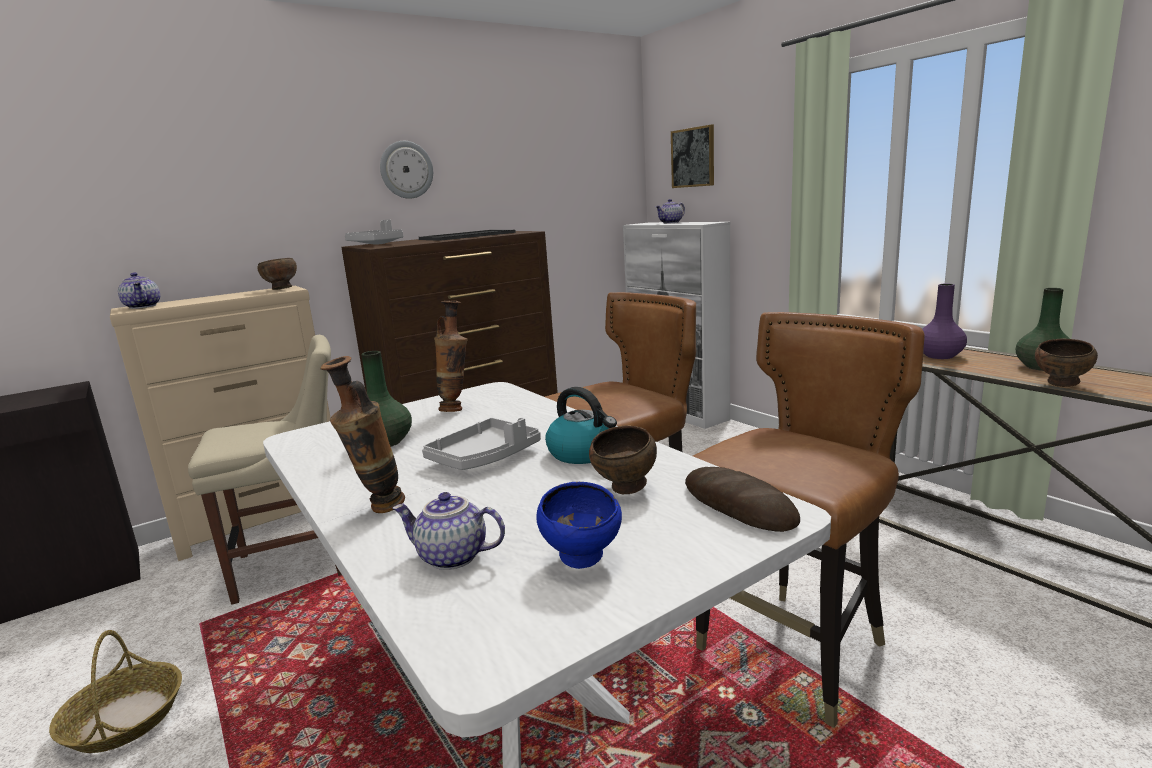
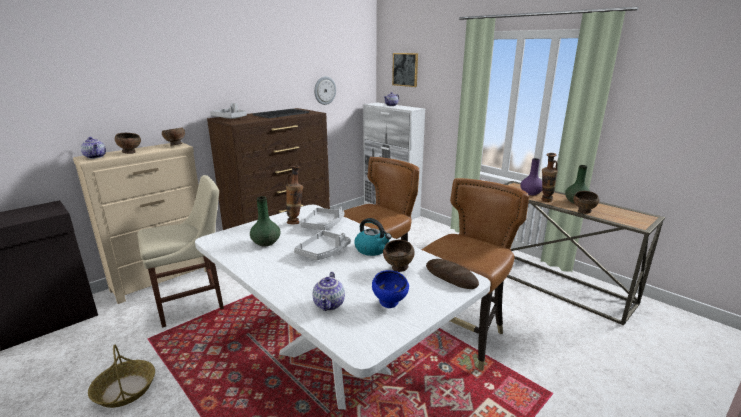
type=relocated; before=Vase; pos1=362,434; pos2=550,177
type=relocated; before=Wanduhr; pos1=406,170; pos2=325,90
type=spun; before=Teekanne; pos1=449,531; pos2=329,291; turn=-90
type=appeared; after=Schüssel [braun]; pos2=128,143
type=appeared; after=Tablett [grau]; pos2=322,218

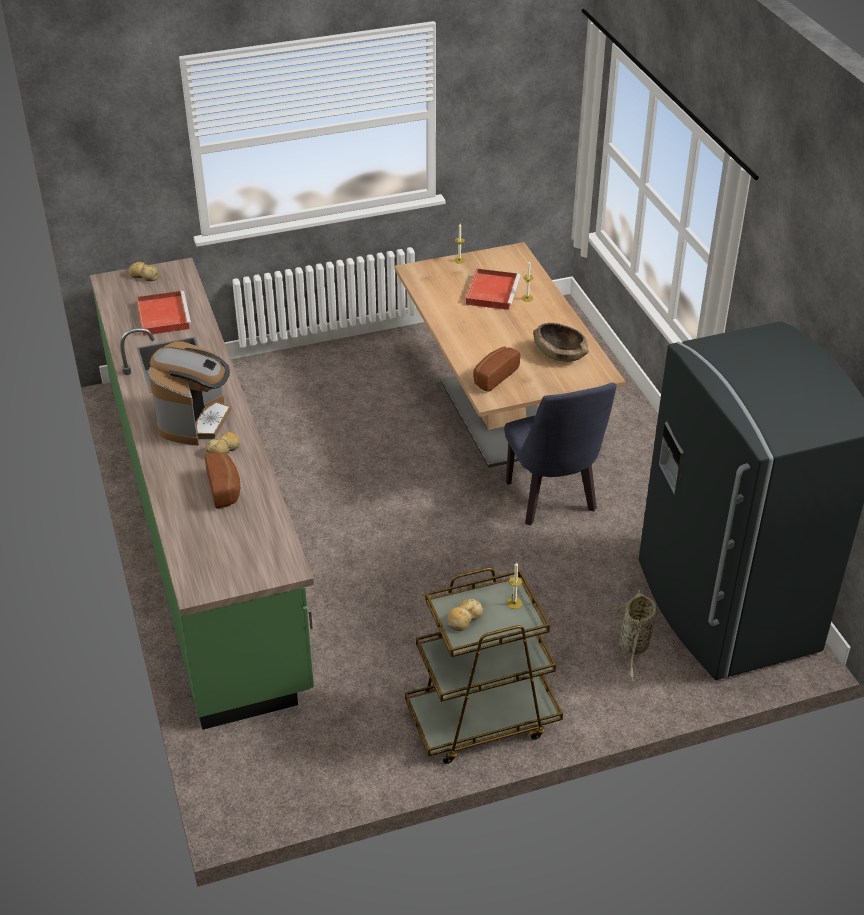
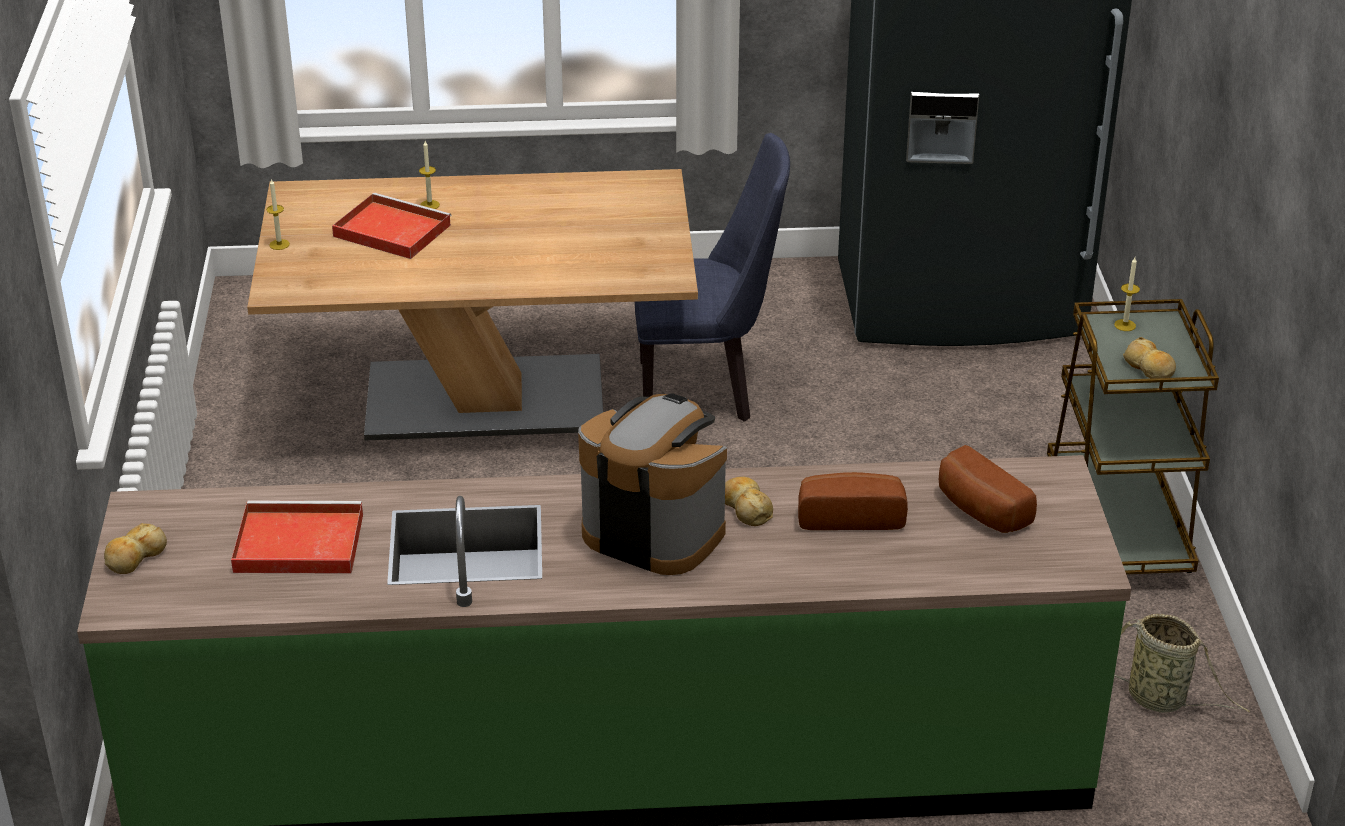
type=relocated; before=Brot; pos1=496,369; pos2=988,489
type=missing; before=Schüssel [braun]; pos1=561,342
type=relocated; before=Korb; pos1=636,636; pos2=1182,663

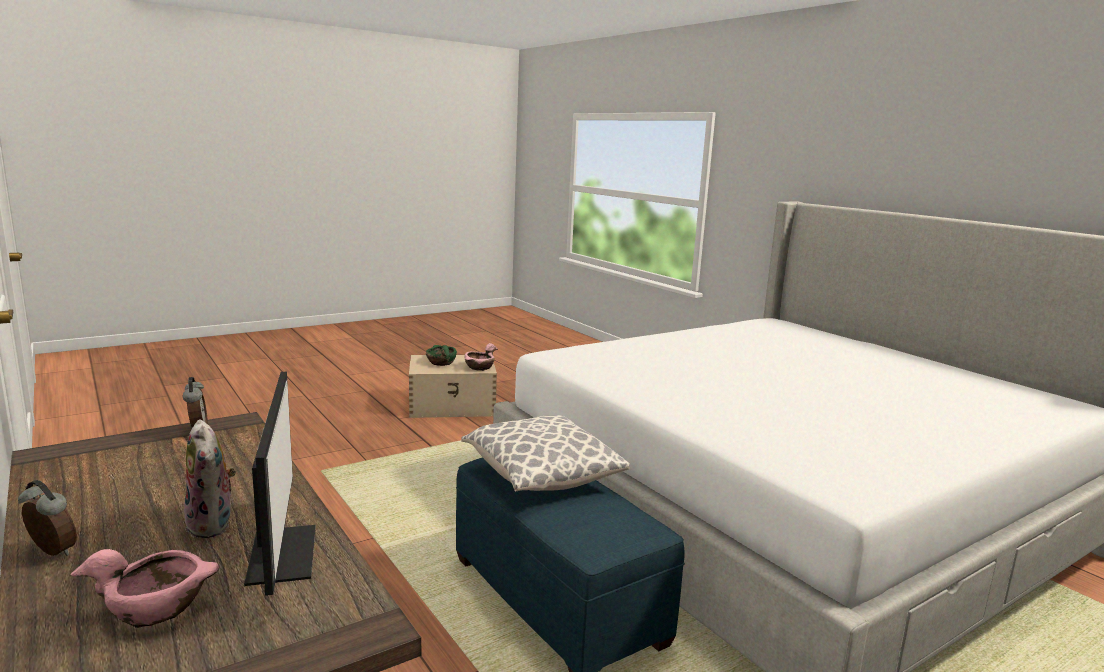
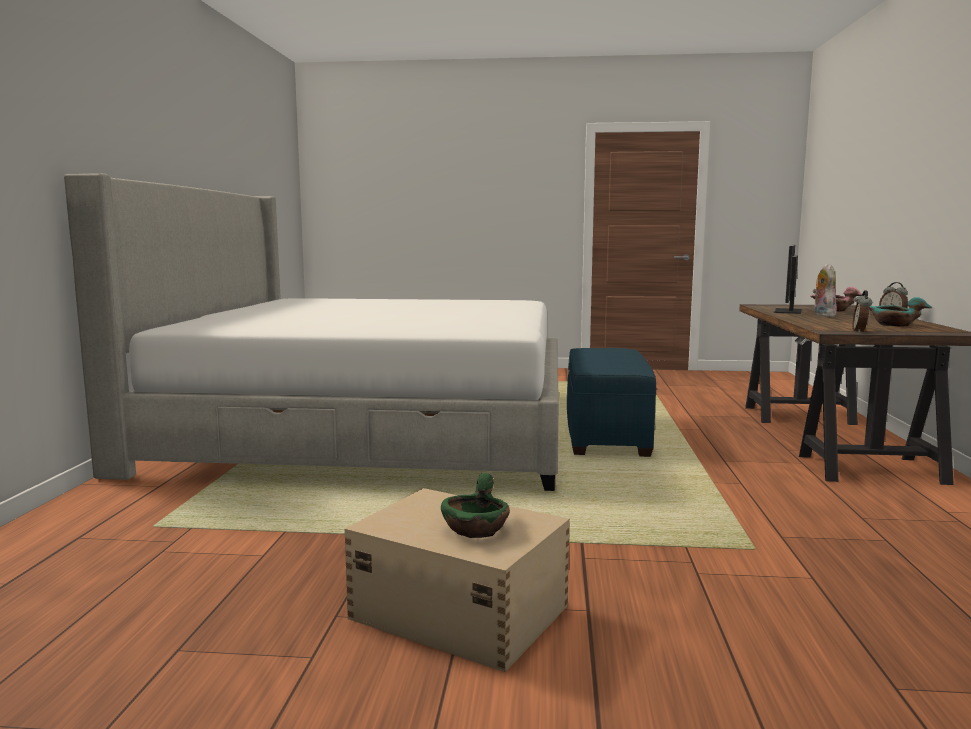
type=missing; before=Kissen; pos1=545,453
type=missing; before=Schüssel [rosa]; pos1=481,357
type=appeared; after=Schüssel [türkis]; pos2=900,311

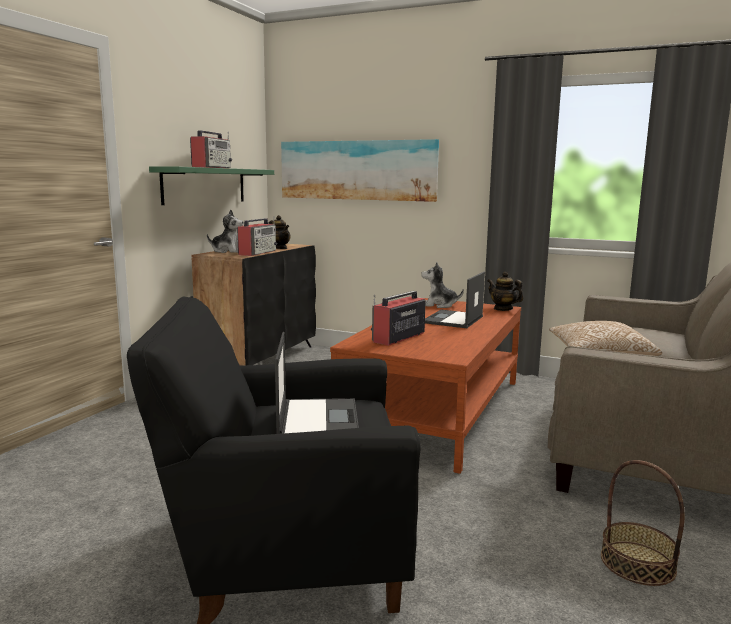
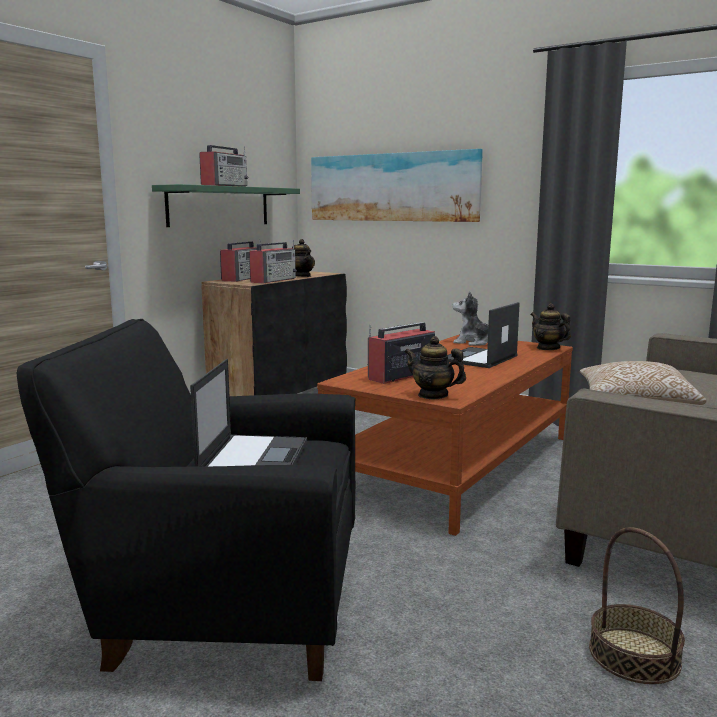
type=exchanged; before=Plüschtier; after=Radio; pos1=225,231; pos2=241,261
type=appeared; after=Teekanne; pos2=435,367

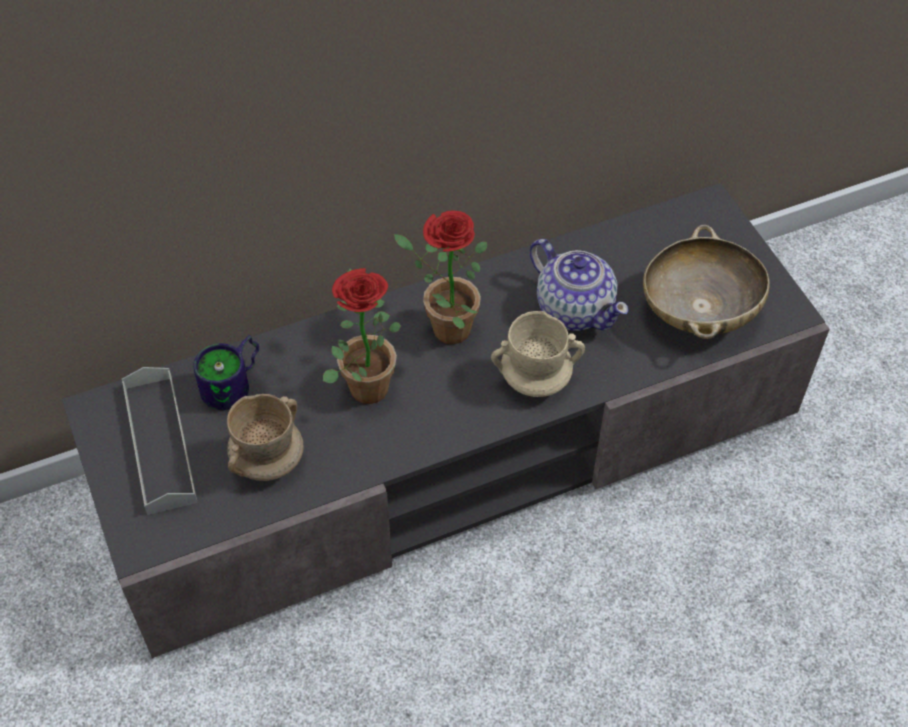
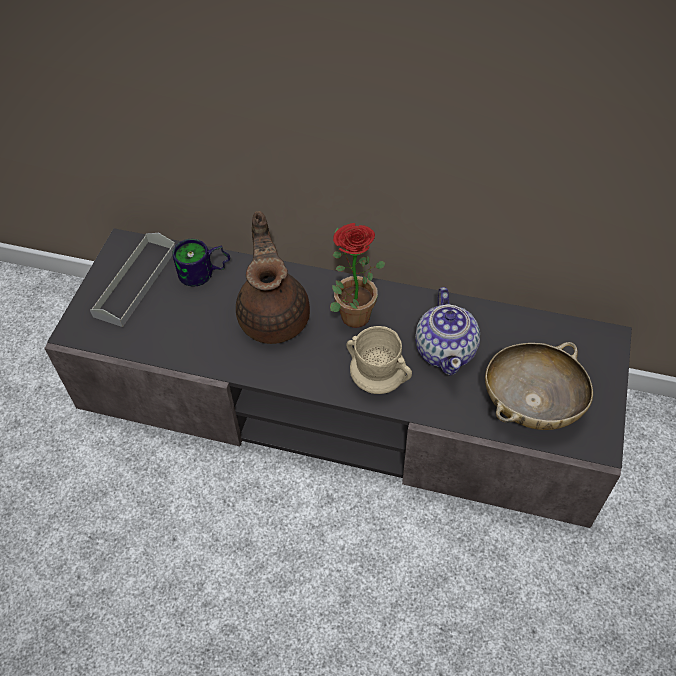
type=missing; before=Henkelbecher [beige]; pos1=265,437
type=exchanged; before=Topfpflanze; after=Teekanne [braun]; pos1=362,336; pos2=273,277

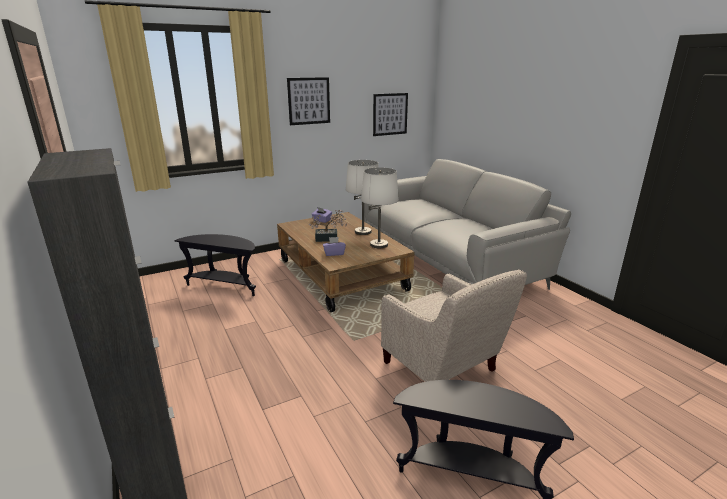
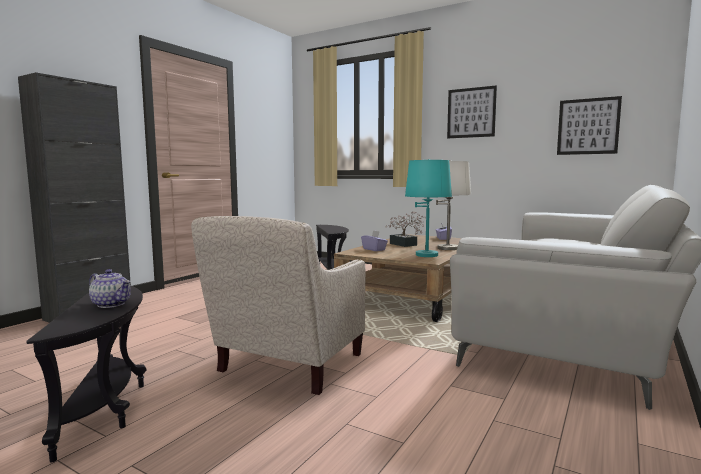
type=colour; before=Tischlampe [weiß]; after=Tischlampe [türkis]; pos1=380,207; pos2=428,208
type=appeared; after=Teekanne; pos2=110,288

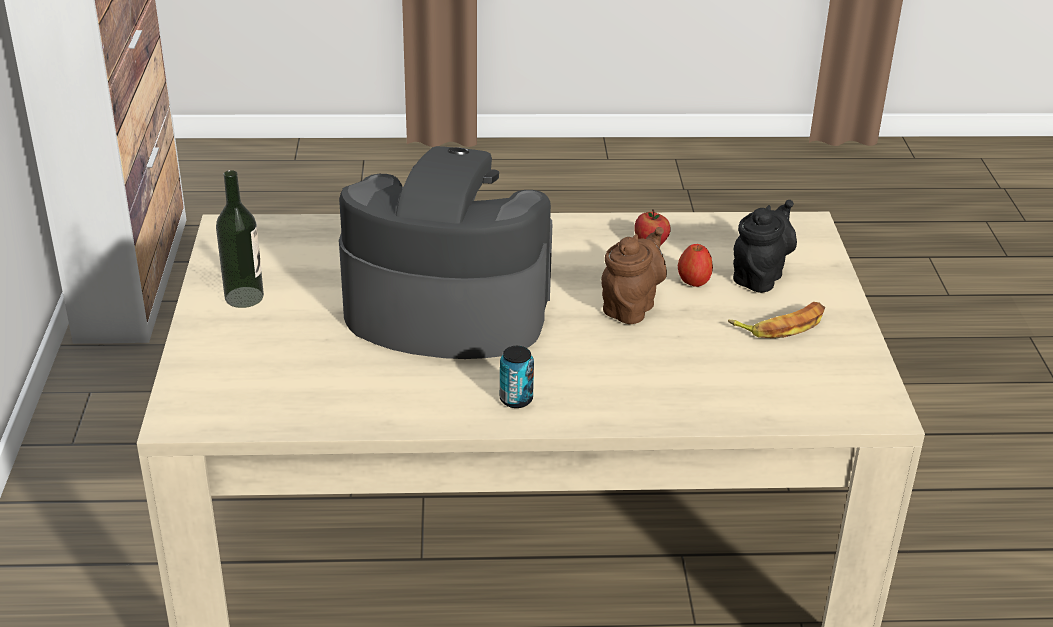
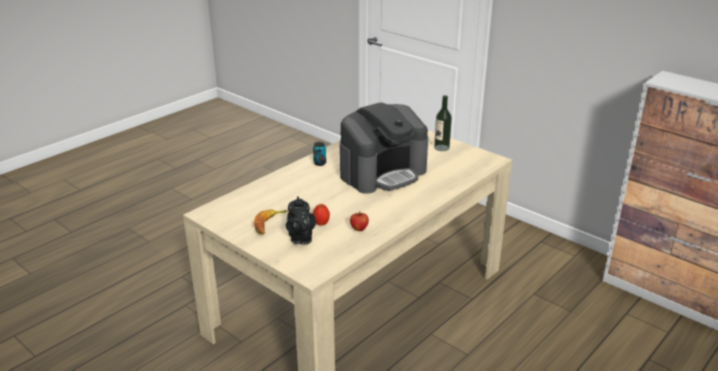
type=missing; before=Teekanne [braun]; pos1=634,275

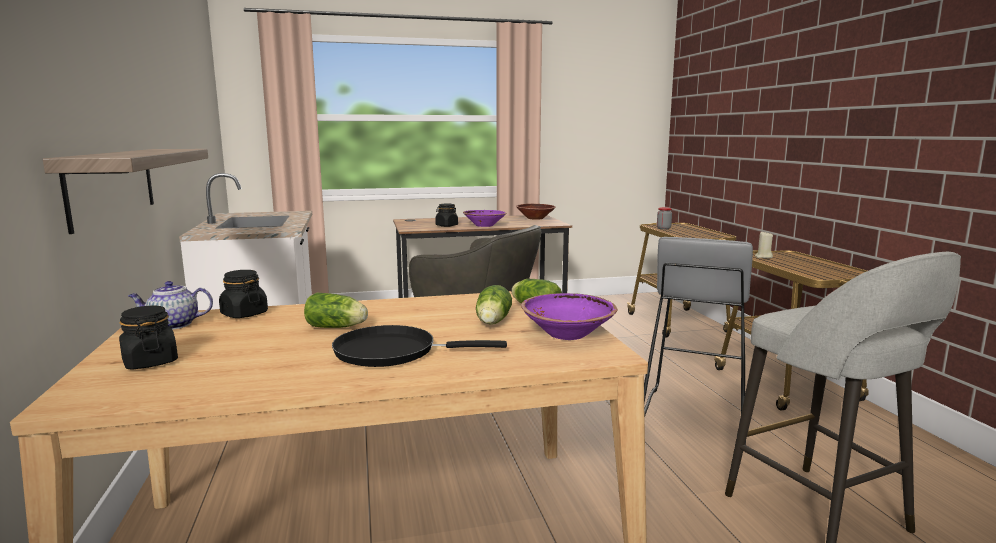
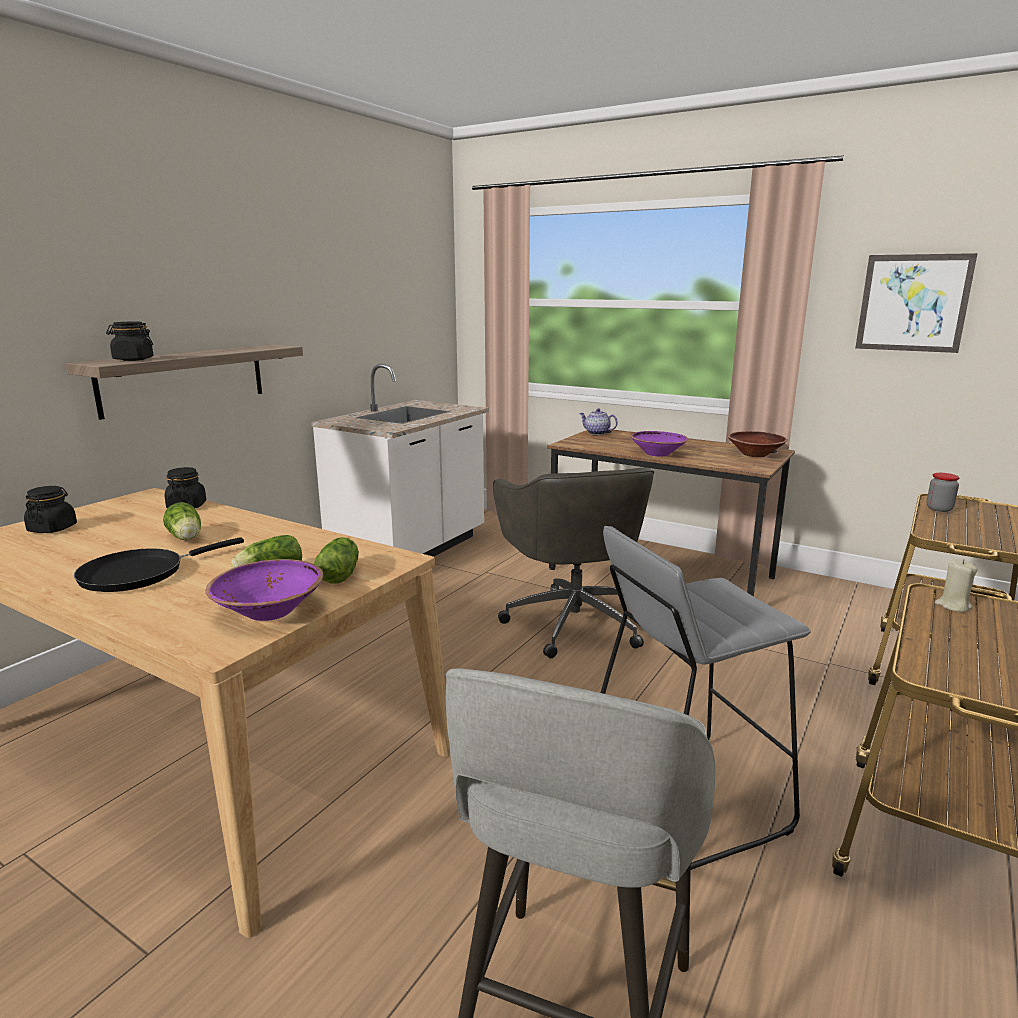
type=relocated; before=Teekanne; pos1=170,305; pos2=598,421
type=spun; before=Pfanne [schwarz]; pos1=419,346; pos2=159,564; turn=-90
type=relocated; before=Vorratsglas [schwarz]; pos1=446,215; pos2=129,341
type=appeared; after=Bild; pos2=916,303

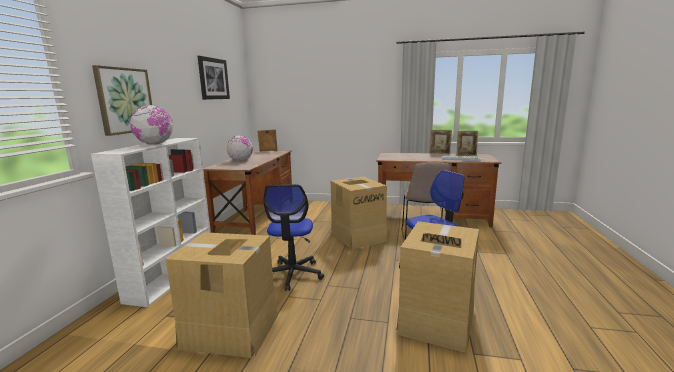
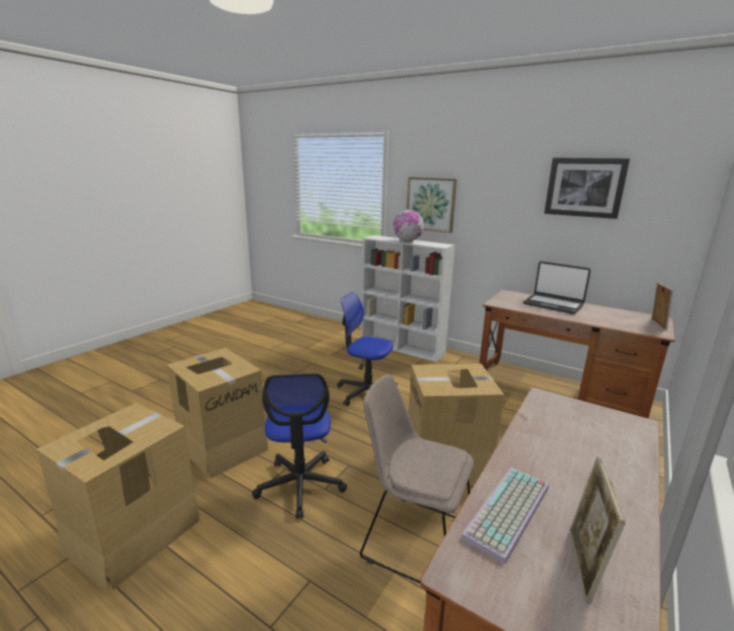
type=relocated; before=Karton; pos1=222,295; pos2=118,497
type=exchanged; before=Globus; after=Laptop; pos1=240,148; pos2=557,287
type=missing; before=Bilderrahmen; pos1=440,142

